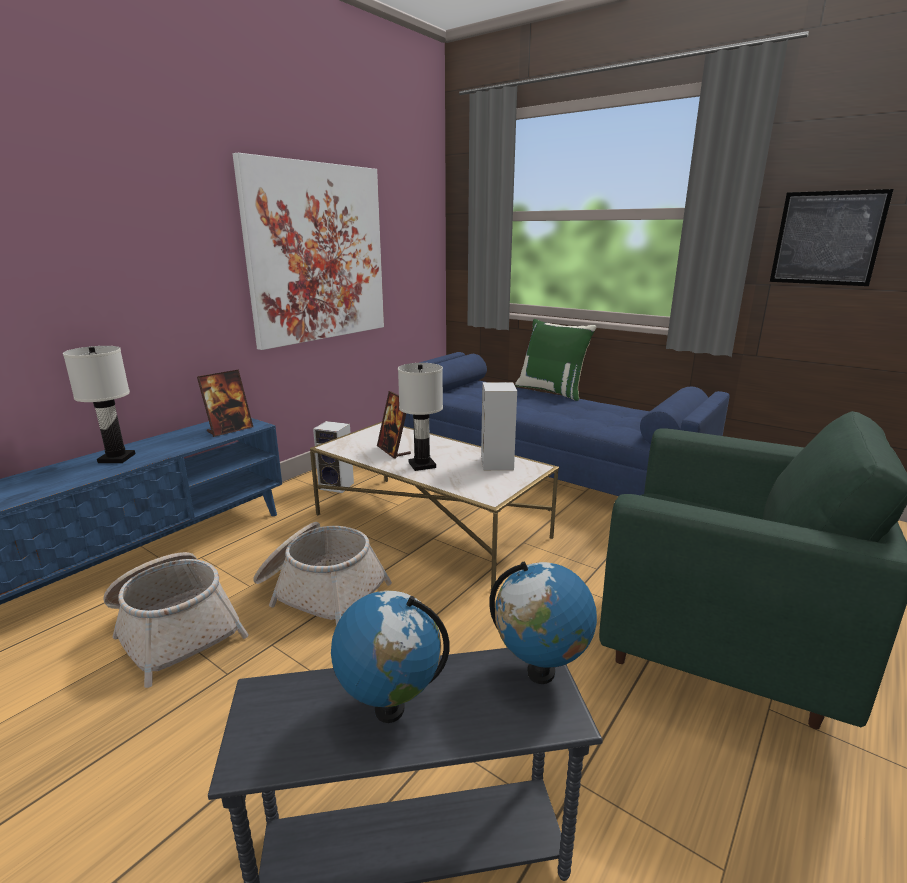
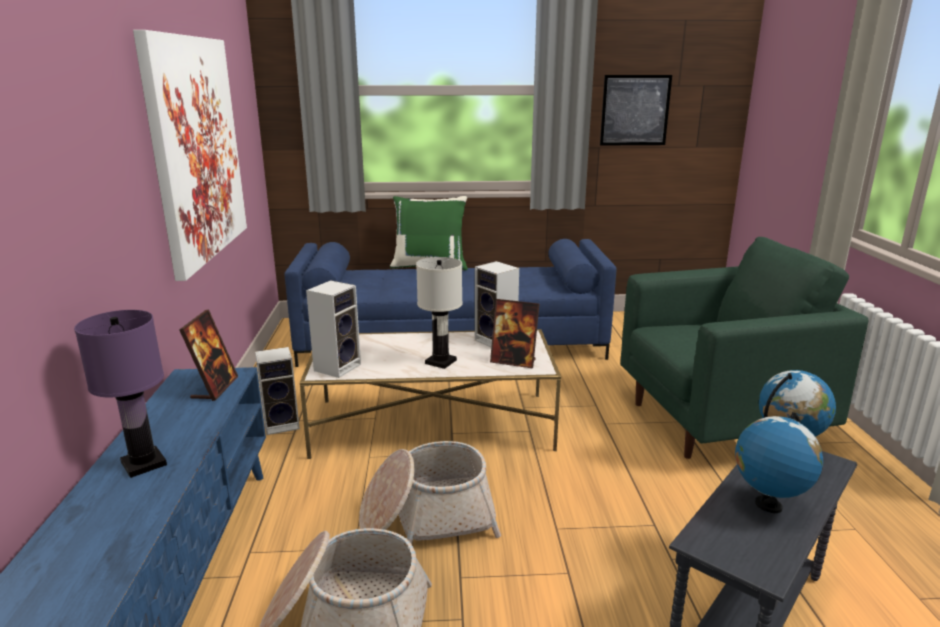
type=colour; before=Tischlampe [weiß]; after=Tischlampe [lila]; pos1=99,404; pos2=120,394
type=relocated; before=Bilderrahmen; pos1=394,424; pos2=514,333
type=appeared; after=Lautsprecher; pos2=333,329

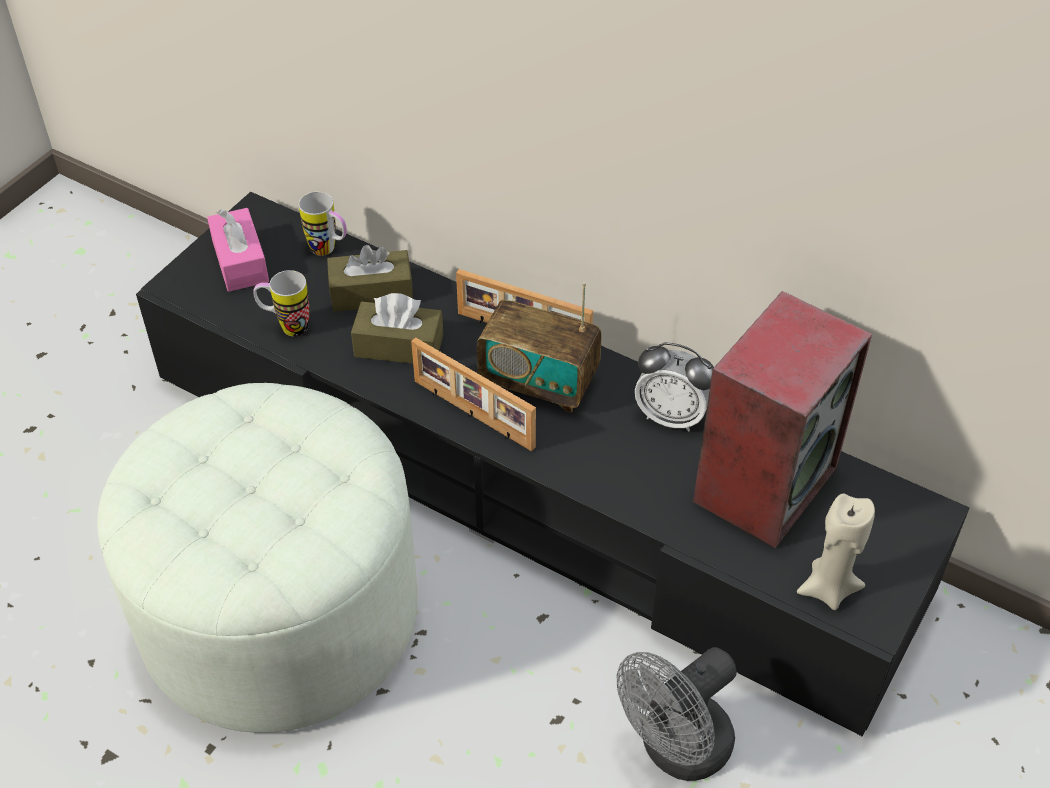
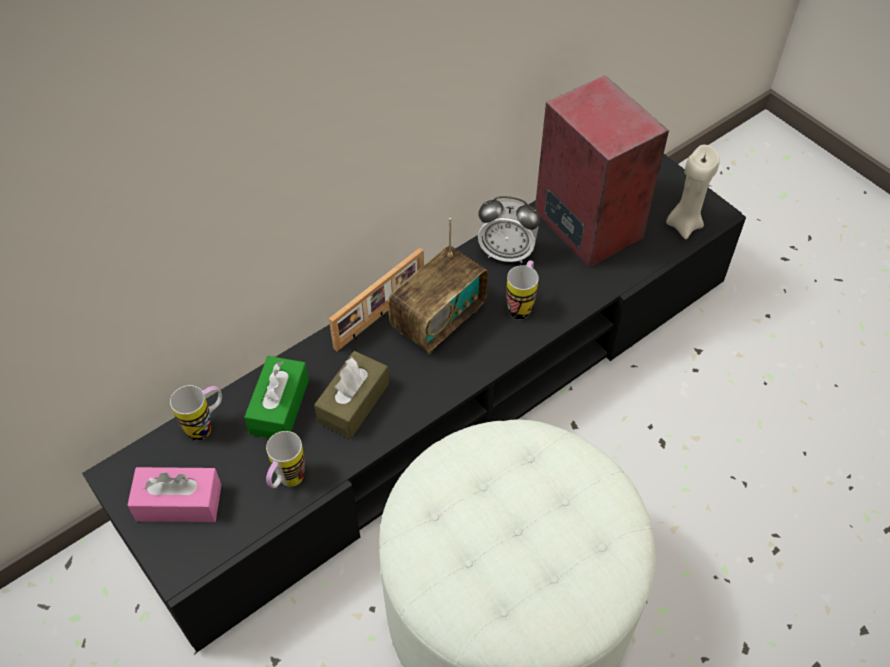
type=colour; before=Taschentuchbox [braun]; after=Taschentuchbox [grün]; pos1=370,278; pos2=276,397
type=missing; before=Bilderrahmen; pos1=473,394
type=missing; before=Ventilator [grau]; pos1=677,714
type=spun; before=Wecker; pos1=674,387; pos2=509,229; turn=60
type=appeared; after=Henkelbecher; pos2=522,290

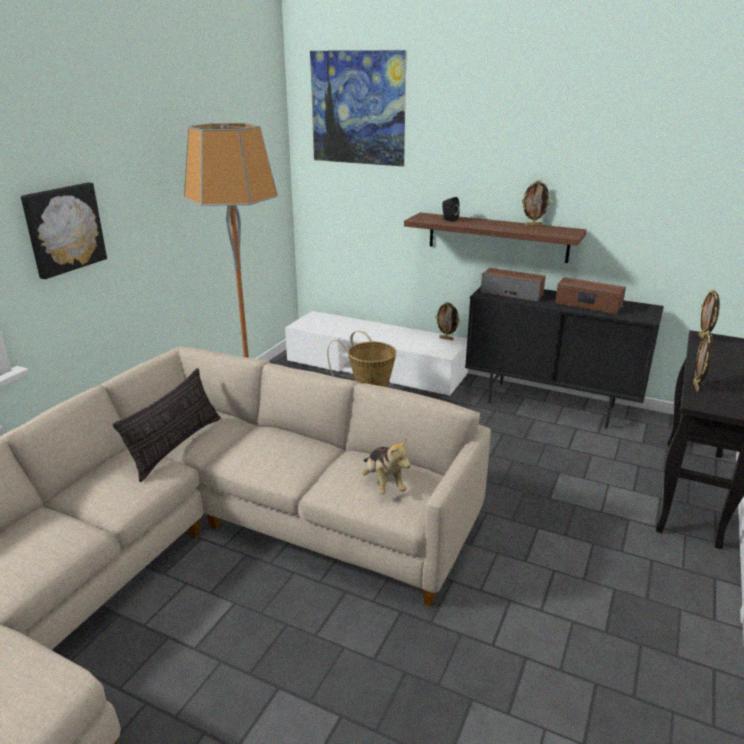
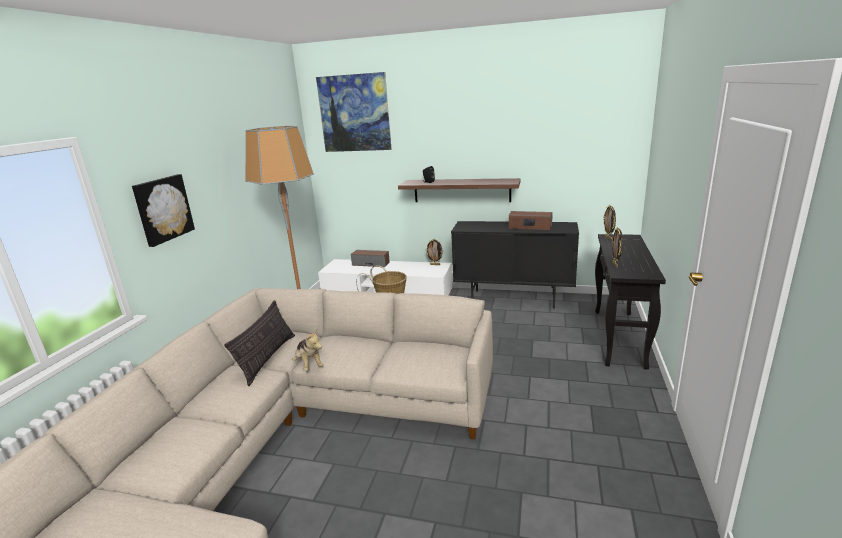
type=relocated; before=Plüschtier; pos1=386,466; pos2=307,350
type=relocated; before=Lautsprecher; pos1=513,285; pos2=370,258
type=missing; before=Bilderrahmen; pos1=536,203

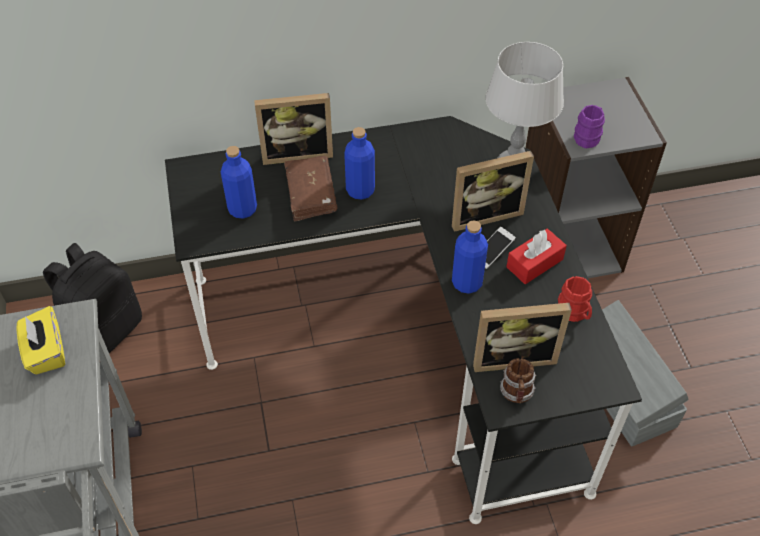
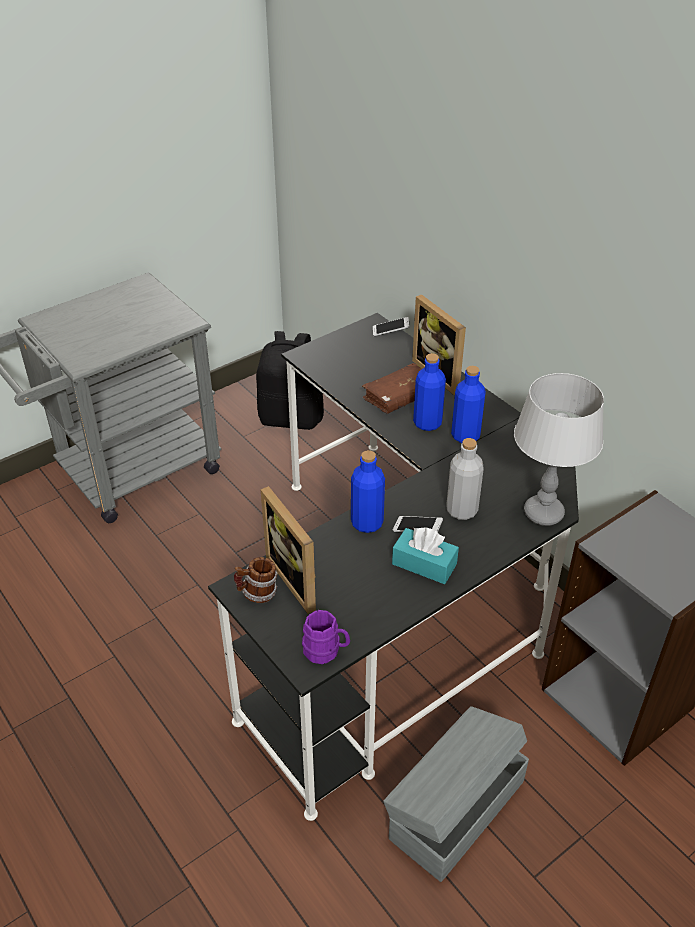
type=missing; before=Taschentuchbox [gelb]; pos1=40,340
type=relocated; before=Flasche [blau]; pos1=239,182; pos2=468,404
type=exchanged; before=Bilderrahmen; after=Flasche [grau]; pos1=493,191; pos2=465,479
type=colour; before=Taschentuchbox [rot]; after=Taschentuchbox [türkis]; pos1=536,256; pos2=425,555
type=missing; before=Henkelbecher [rot]; pos1=575,299
type=relocated; before=Henkelbecher [lila]; pos1=589,127; pos2=326,637
type=appeared; after=Handy; pos2=391,327

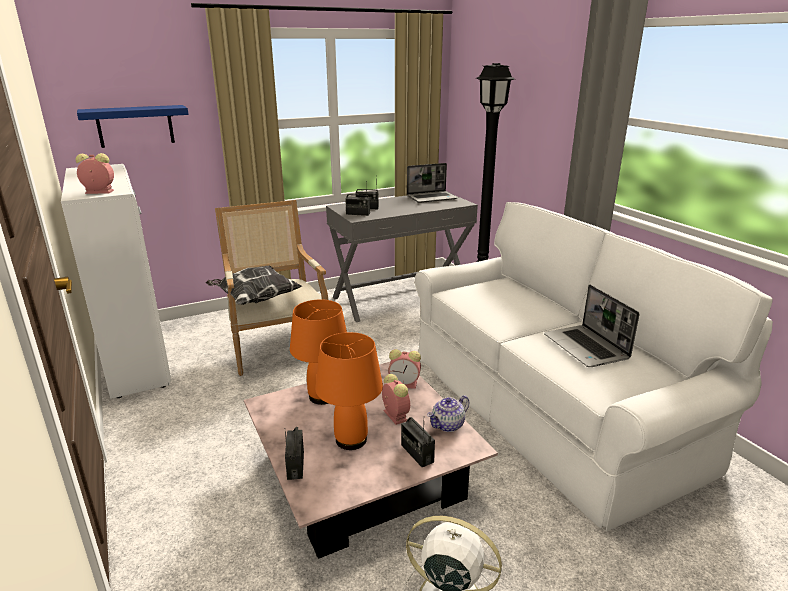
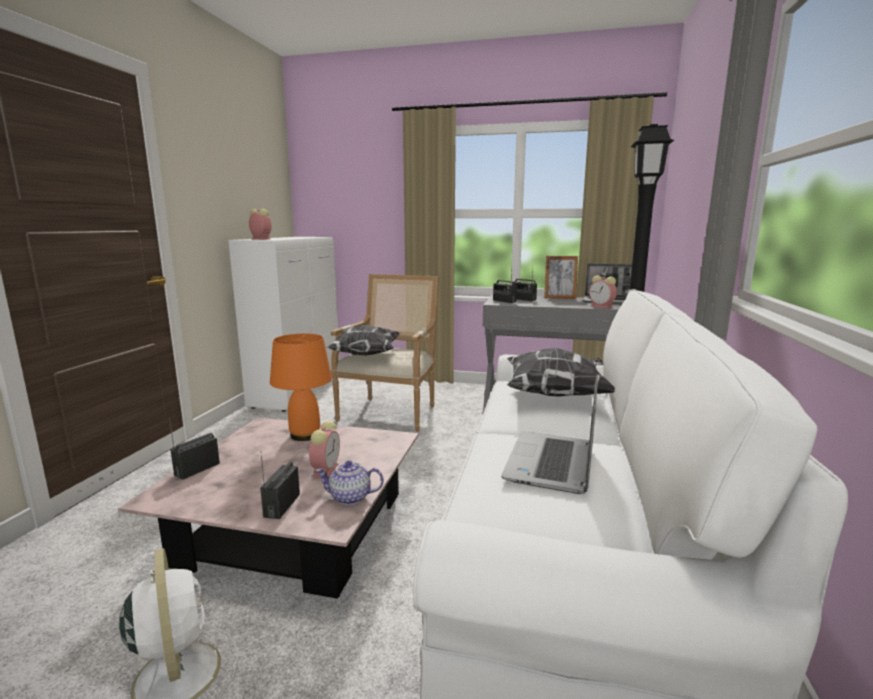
type=missing; before=Wandregal [blau]; pos1=133,126
type=missing; before=Tischlampe [orange]; pos1=349,391
type=relocated; before=Wecker; pos1=404,369; pos2=603,292
type=appeared; after=Kissen; pos2=561,372
type=appeared; after=Bilderrahmen; pos2=561,277

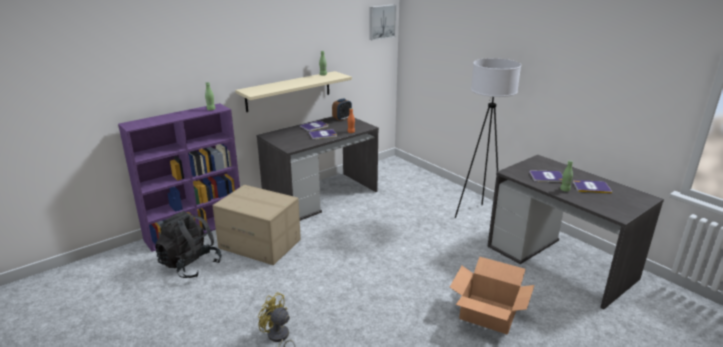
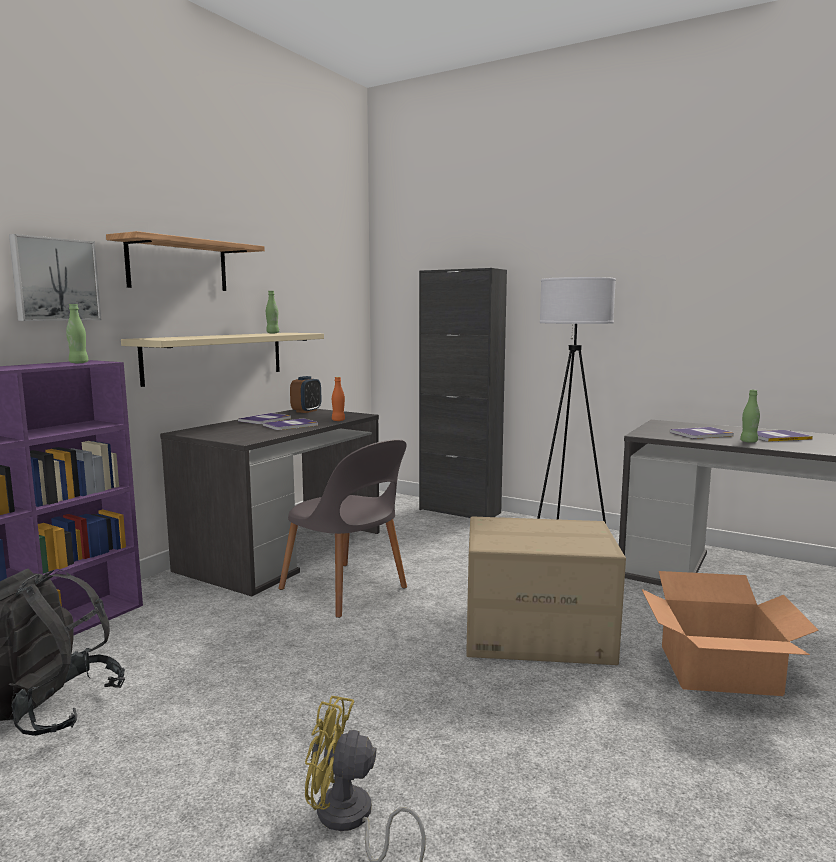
type=relocated; before=Karton; pos1=257,225; pos2=546,590
type=relocated; before=Bild; pos1=382,22; pos2=55,277
type=appeared; after=Wandregal; pos2=185,261
type=appeared; after=Stuhl [grau]; pos2=342,528
type=appeared; after=Schrank [schwarz]; pos2=463,393

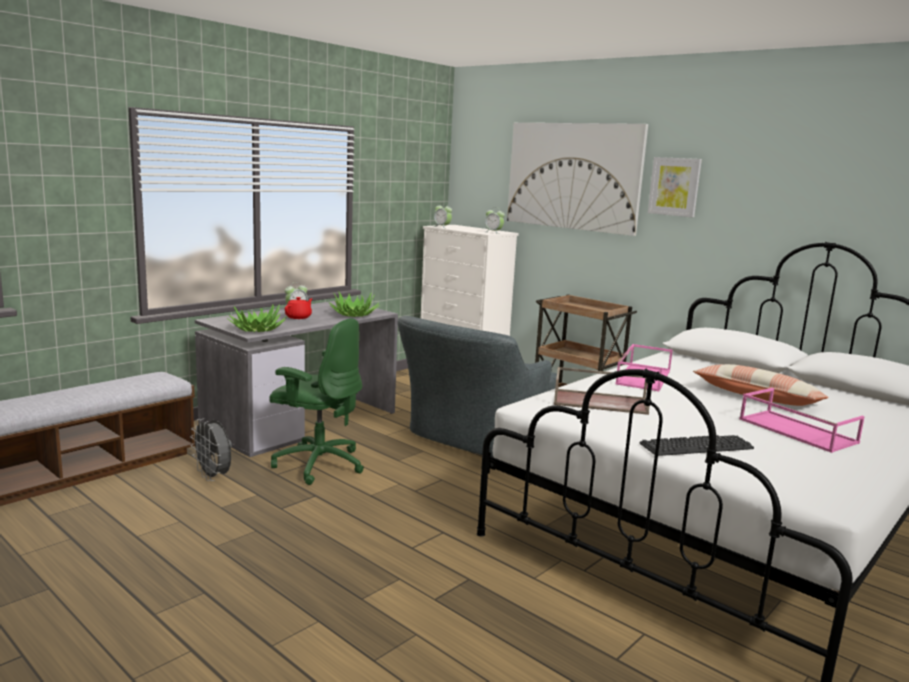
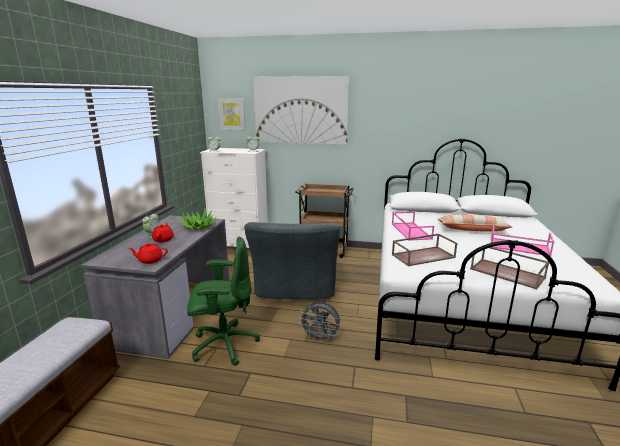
type=relocated; before=Ventilator [grau]; pos1=211,450; pos2=320,322
type=exchanged; before=Topfpflanze; after=Teekanne [rot]; pos1=257,318; pos2=148,253
type=exchanged; before=Tastatur; after=Tablett [braun]; pos1=696,445; pos2=509,268
type=relocated; before=Bild; pos1=675,187; pos2=232,114

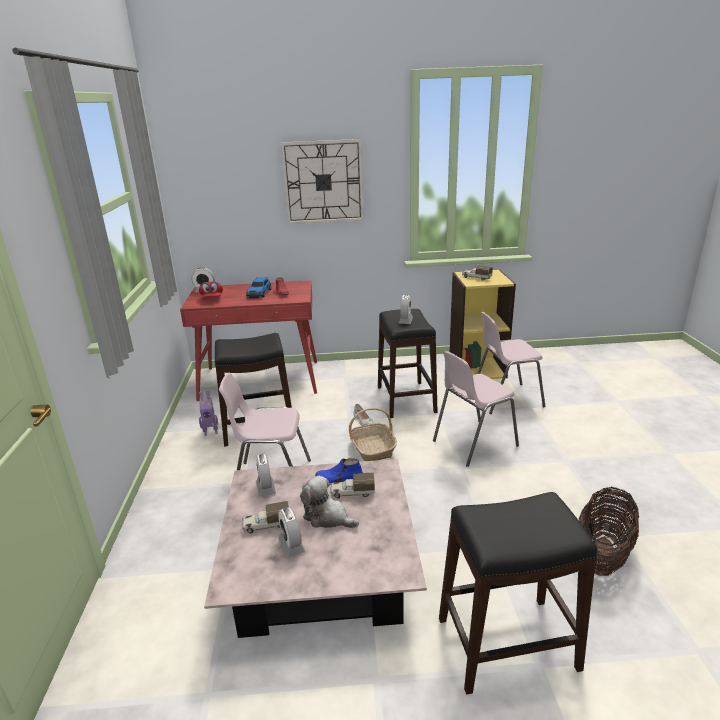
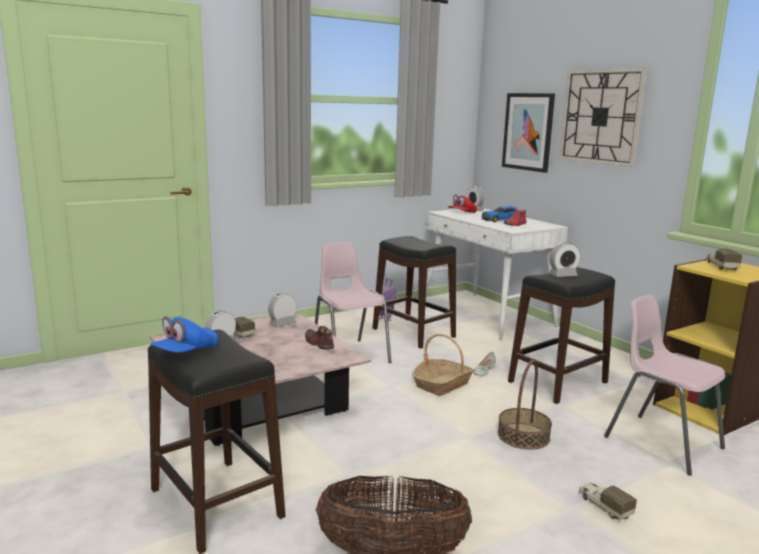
type=colour; before=Schreibtisch [rot]; after=Schreibtisch [weiß]; pos1=248,340; pos2=497,274
type=missing; before=Plüschtier; pos1=329,502
type=colour; before=Schuh [blau]; after=Schuh [braun]; pos1=339,470; pos2=319,338
type=relocated; before=Spielzeuglaster; pos1=352,486; pos2=608,501
type=exchanged; before=Stuhl [rosa]; after=Korb; pos1=476,409; pos2=525,405
type=appeared; after=Kappe [blau]; pos2=184,334
type=appeared; after=Bild; pos2=528,133

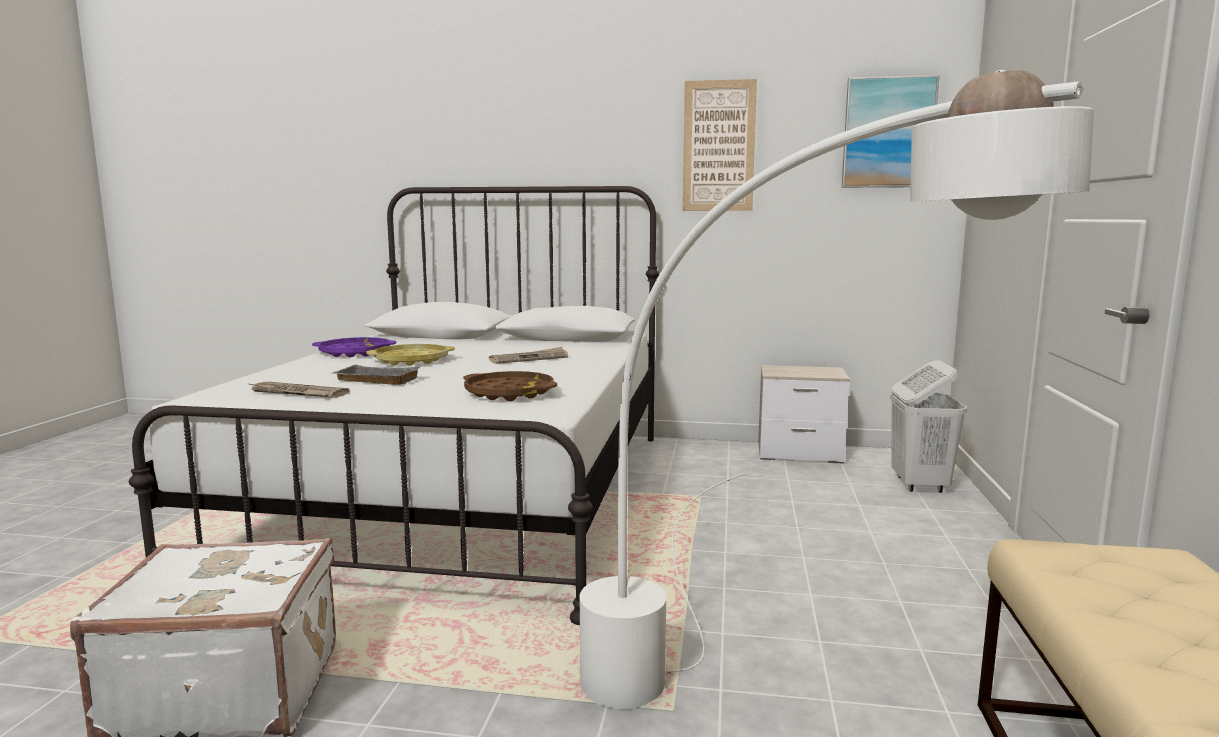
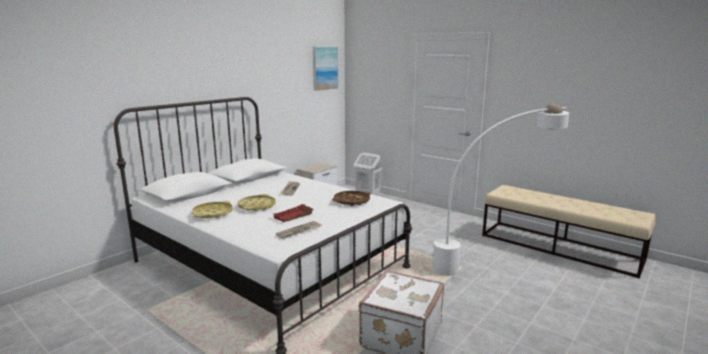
type=colour; before=Tablett [lila]; after=Tablett [gelb]; pos1=354,347; pos2=212,210
type=colour; before=Tablett [grau]; after=Tablett [rot]; pos1=376,375; pos2=293,213
type=missing; before=Bild; pos1=720,145

